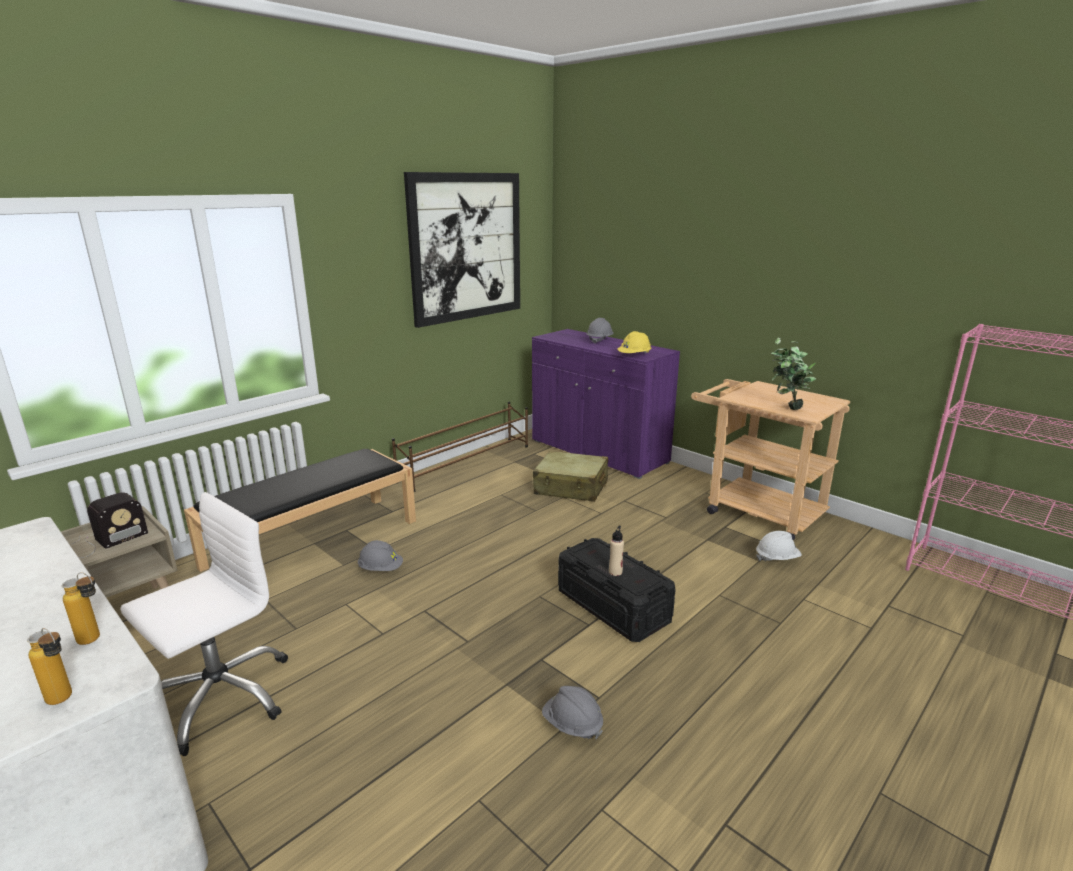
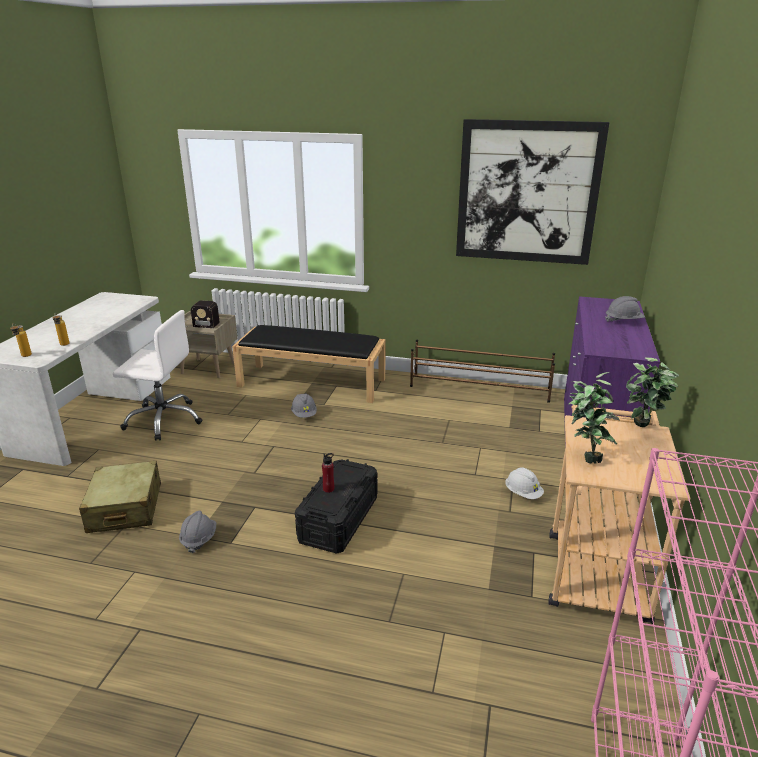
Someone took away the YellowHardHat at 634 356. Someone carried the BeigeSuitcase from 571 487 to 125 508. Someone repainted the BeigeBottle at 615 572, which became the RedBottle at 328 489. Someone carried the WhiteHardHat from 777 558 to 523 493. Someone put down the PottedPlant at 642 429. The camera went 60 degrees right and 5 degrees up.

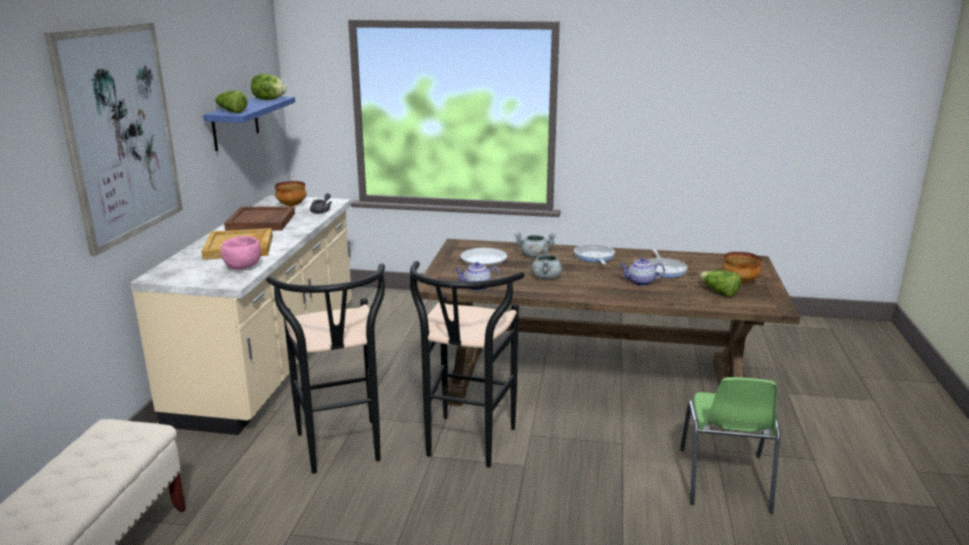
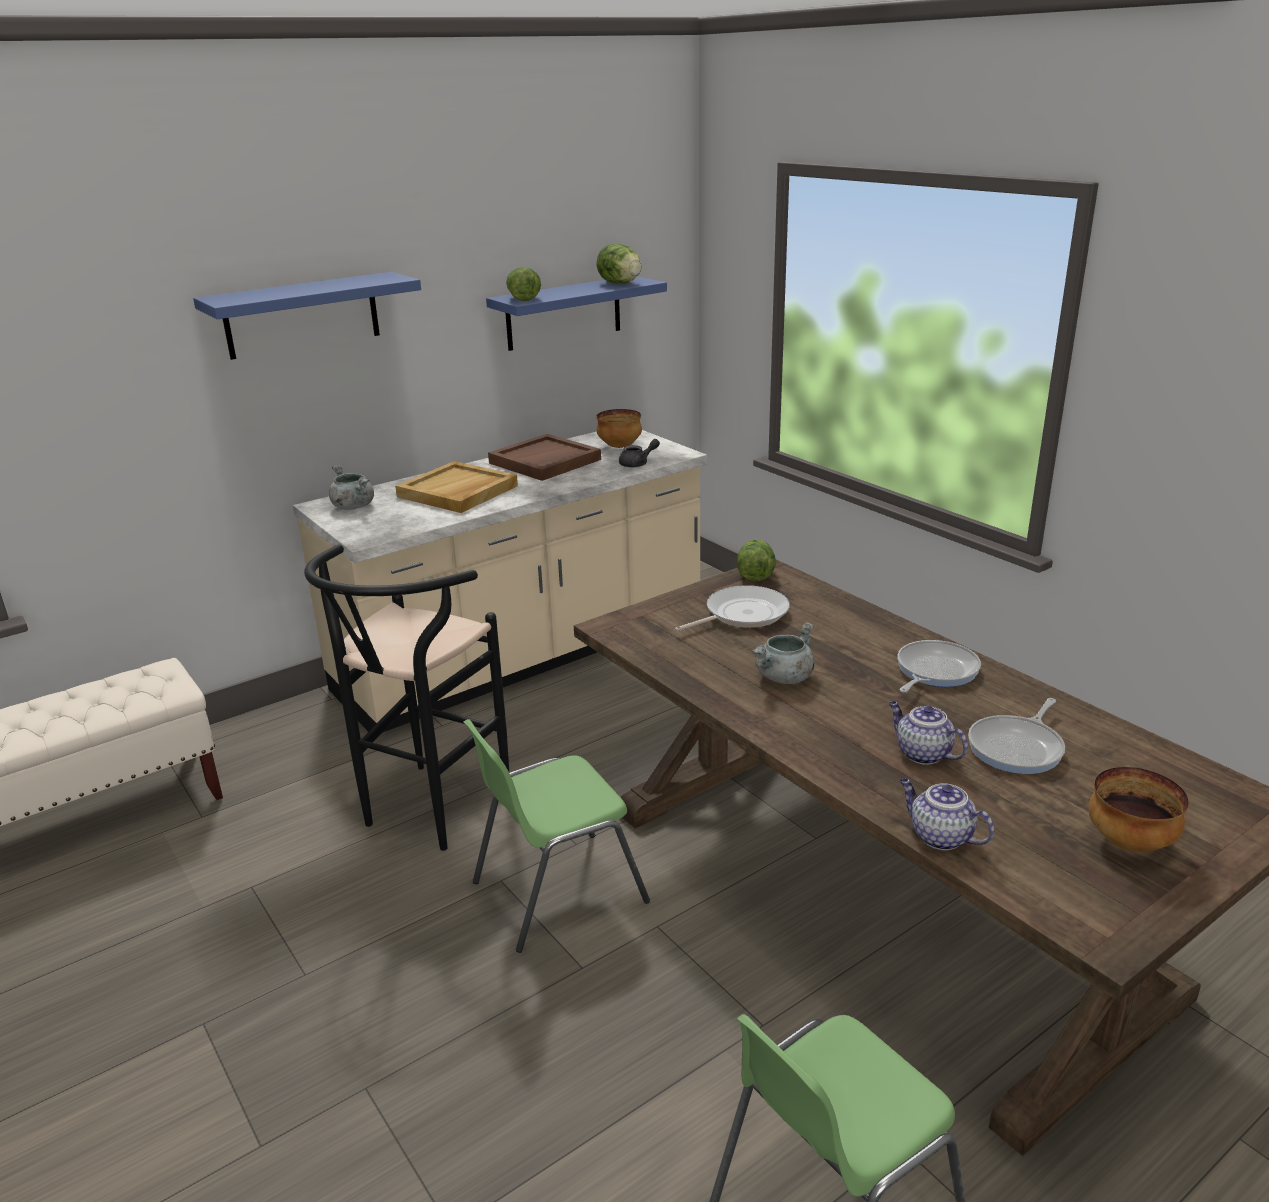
Someone swapped the Picture at 120 133 for the BlueShelf at 302 315. Someone carried the GreyCookingPot from 534 256 to 353 506. Someone took away the PinkBowl at 244 267. Someone swapped the BlackStool at 466 446 for the GreenChair at 556 891. Someone carried the Teapot from 476 287 to 939 836. Someone carried the Lettuce from 719 292 to 754 573. The camera went 45 degrees right and 5 degrees up.

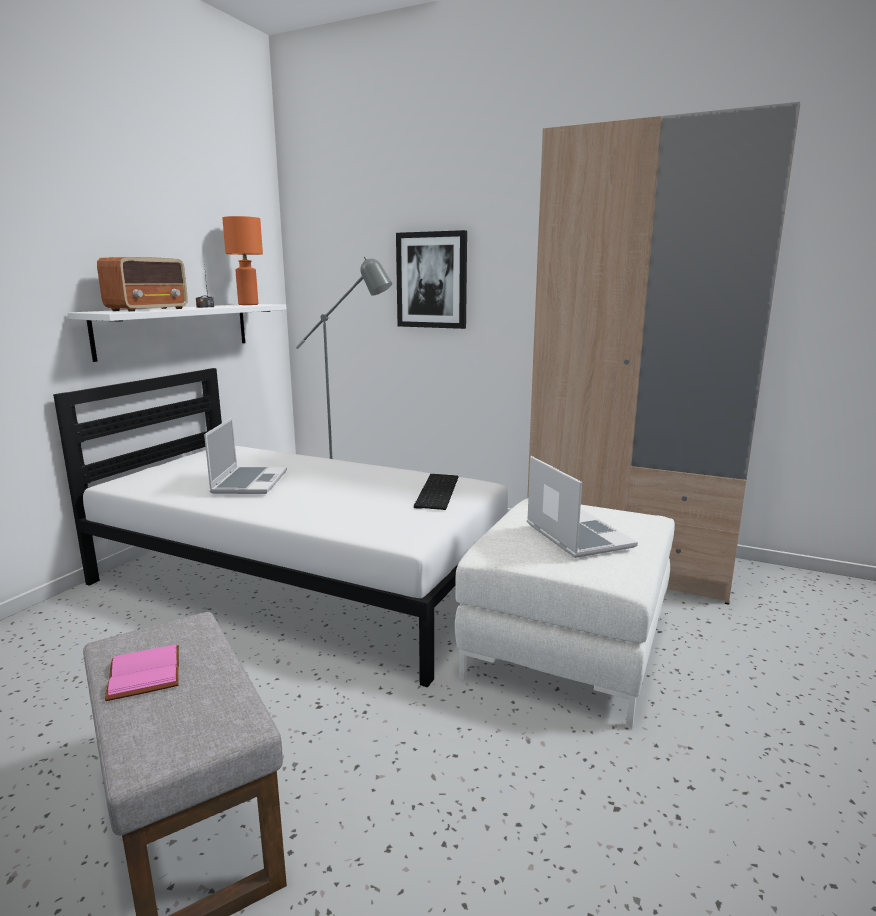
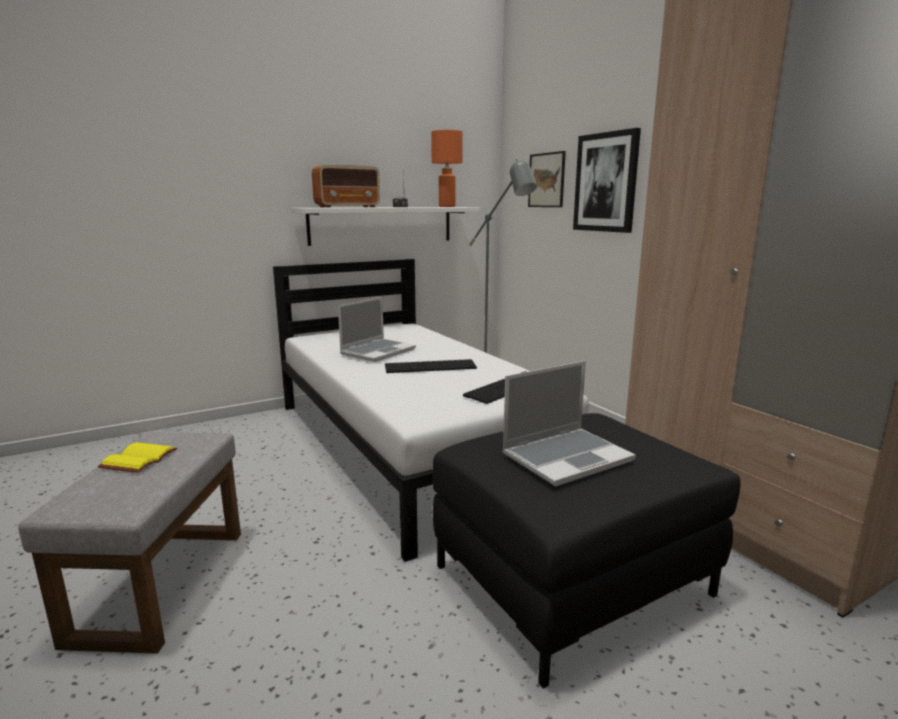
Someone rotated the Laptop at 576 535 by 45 degrees clockwise. Someone repainted the WhiteOttoman at 567 645, which became the BlackOttoman at 572 579. Someone repainted the PinkBook at 142 674, which became the YellowBook at 138 459. Someone put up the Picture at 546 180. Someone put down the Keyboard at 431 366. The camera went 35 degrees right and 0 degrees up.

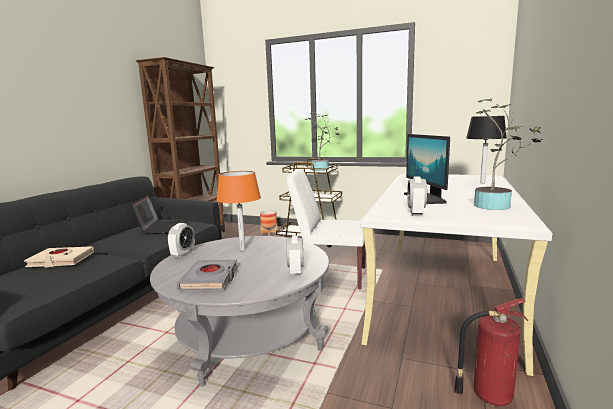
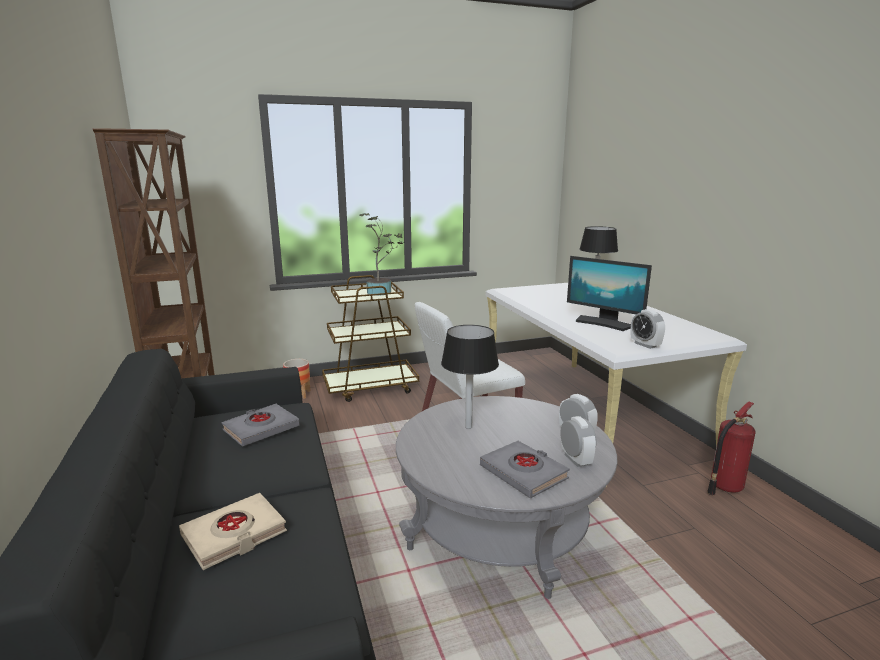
Someone took away the PottedPlant at 496 206. Someone repainted the OrangeTableLamp at 242 249, which became the BlackTableLamp at 468 427. Someone swapped the Laptop at 162 227 for the GreyBook at 261 429. Someone carried the AlarmClock from 183 254 to 575 459. The camera went 40 degrees left and 5 degrees up.

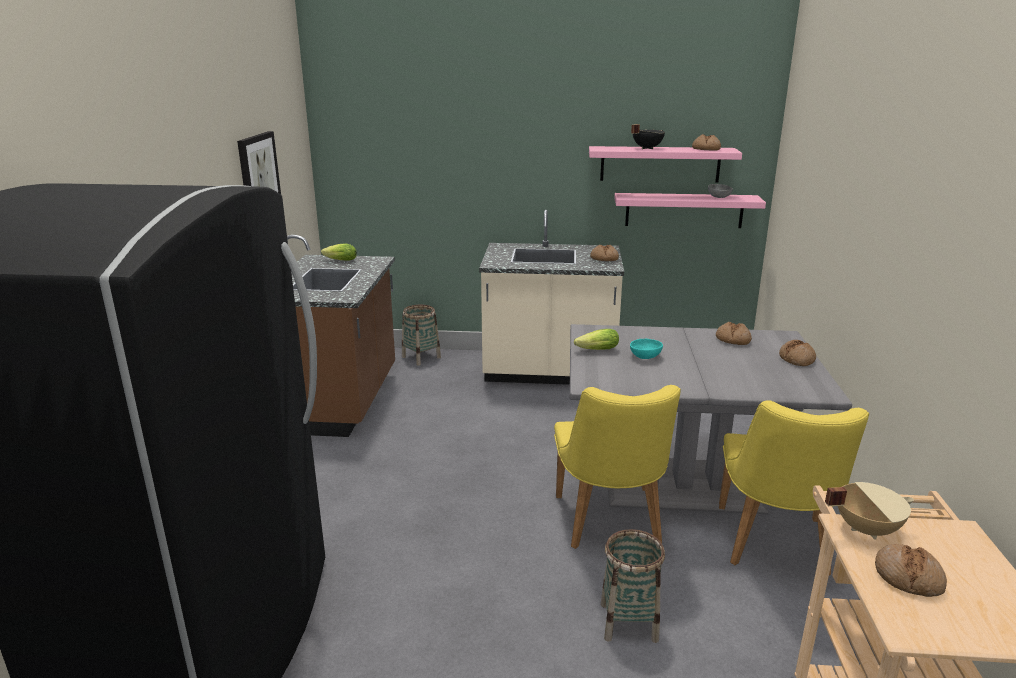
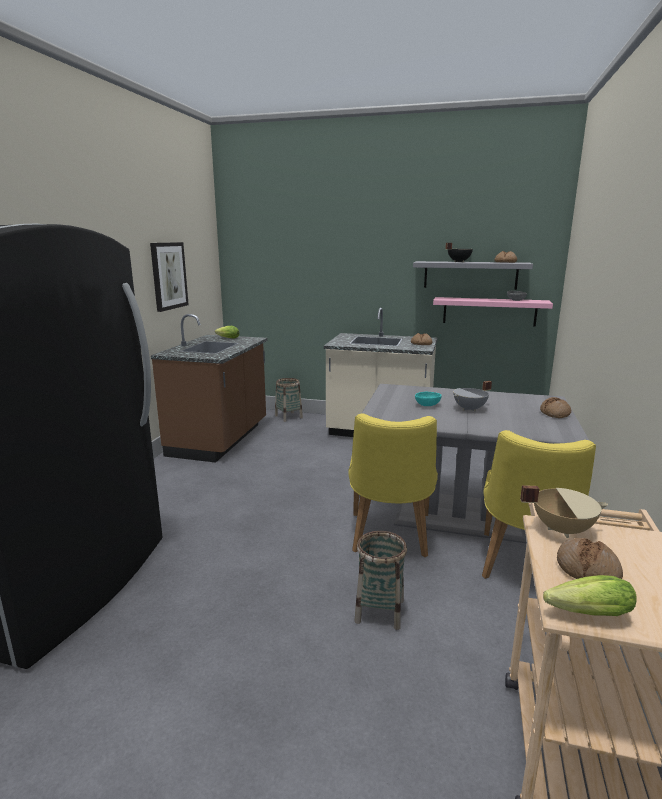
Someone repainted the PinkShelf at 660 164, which became the GreyShelf at 470 275. Someone took away the Bread at 732 340. Someone carried the Lettuce from 595 350 to 584 614. Someone put down the GreyCookingPot at 470 409. The camera went 10 degrees right and 5 degrees down.

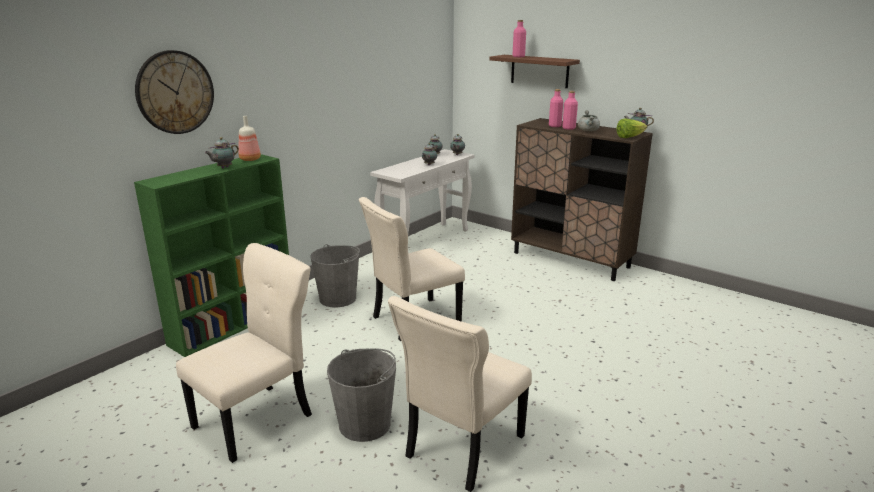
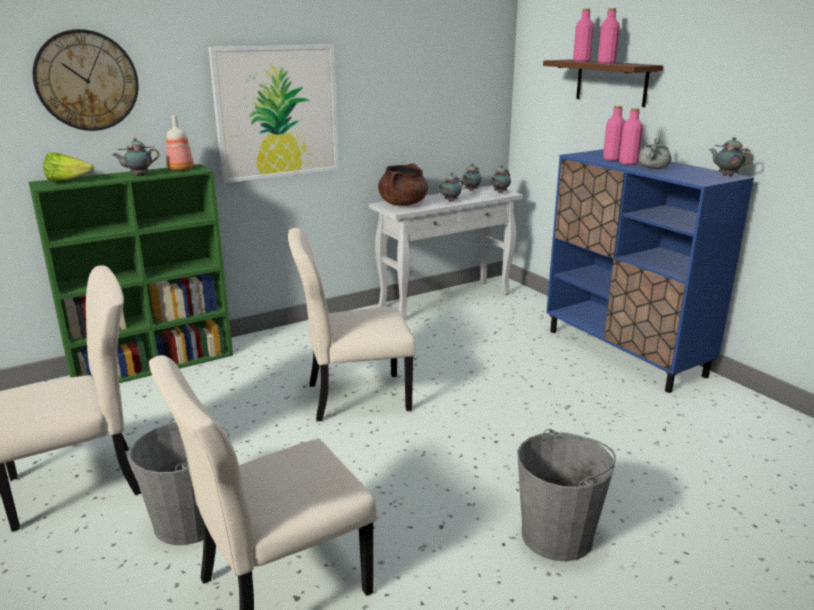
Someone repainted the BrownCabinet at 571 260, which became the BlueCabinet at 624 353. Someone carried the Lettuce from 629 137 to 68 181. Someone carried the GreyBucket from 338 298 to 557 535. Someone put down the PinkBottle at 606 63. Someone put up the Picture at 277 112. Someone put down the BrownCookingPot at 403 204. The camera went 20 degrees right and 0 degrees up.

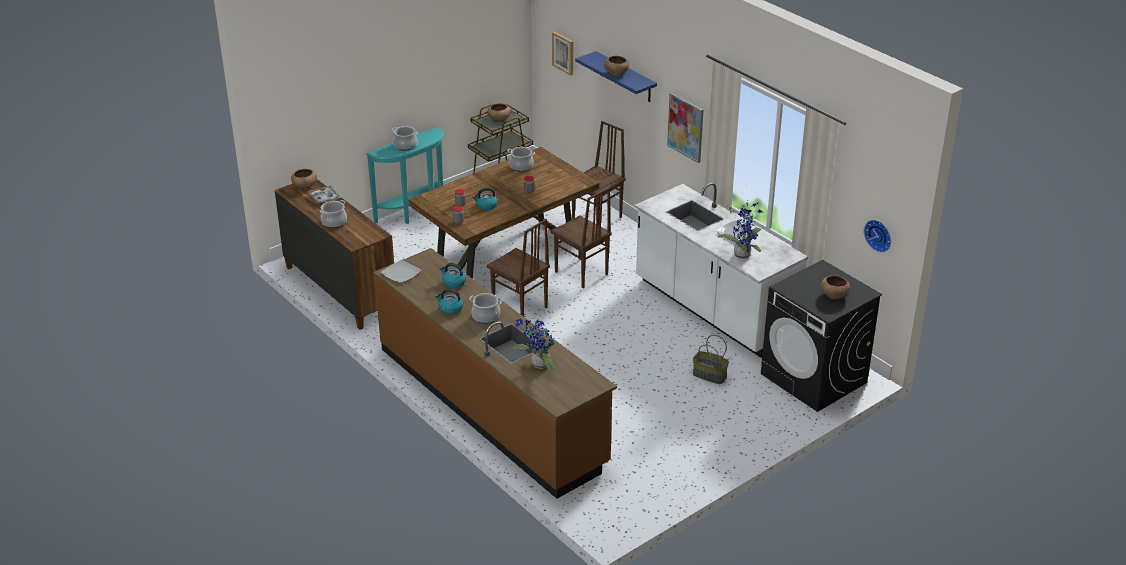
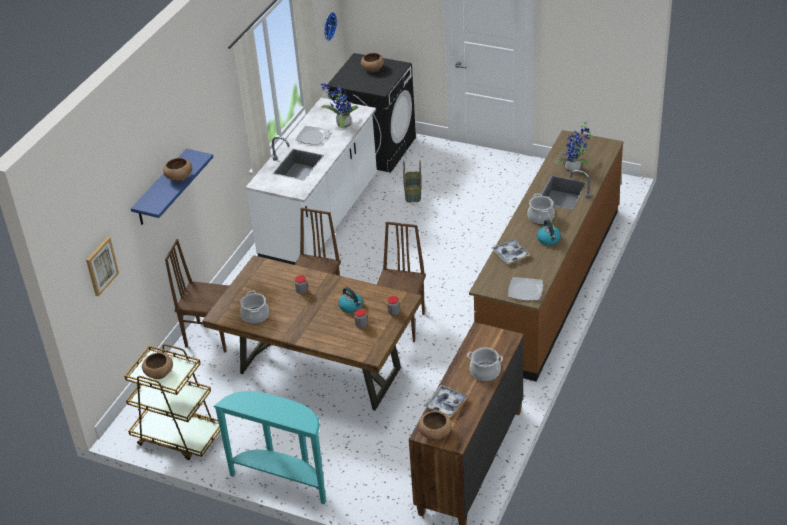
Someone took away the Picture at 685 127. Someone took away the CookingPot at 405 145. Someone swapped the Kettle at 453 282 for the Tray at 510 254. The camera went 115 degrees left and 5 degrees up.

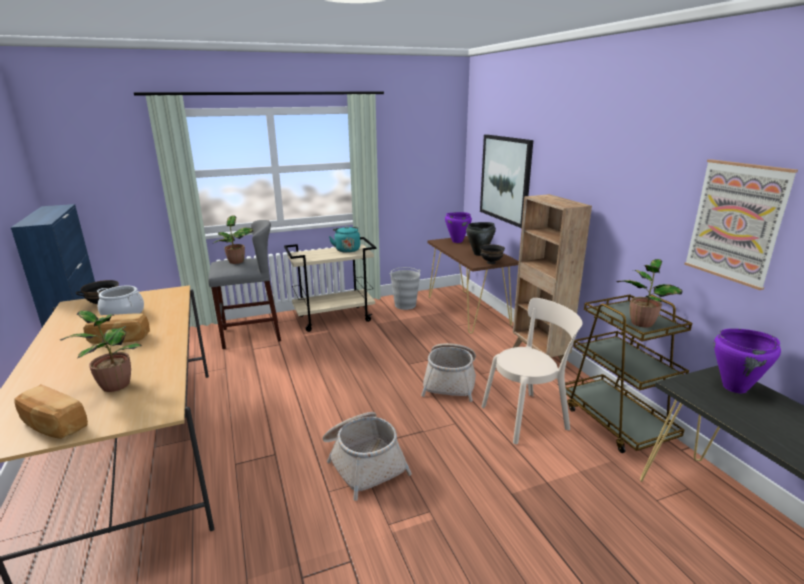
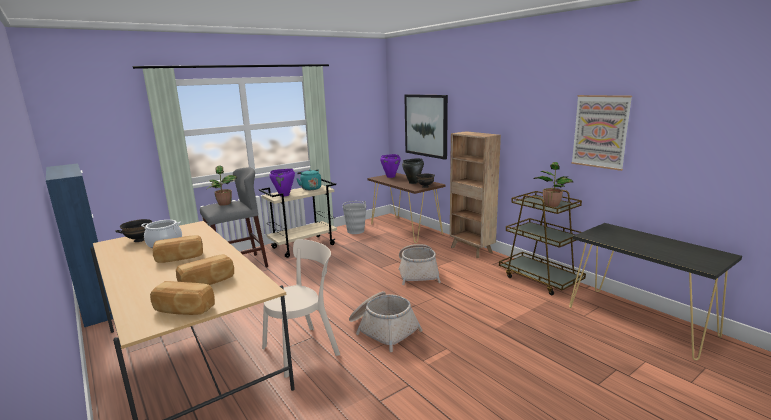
Someone carried the BeigeChair from 527 416 to 304 349. Someone swapped the PottedPlant at 114 385 for the Bread at 208 282. Someone carried the PurpleCookingPot from 735 388 to 284 195. The camera went 15 degrees left and 5 degrees down.

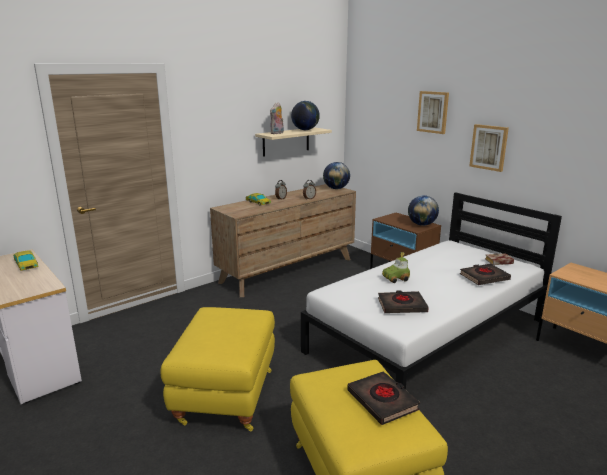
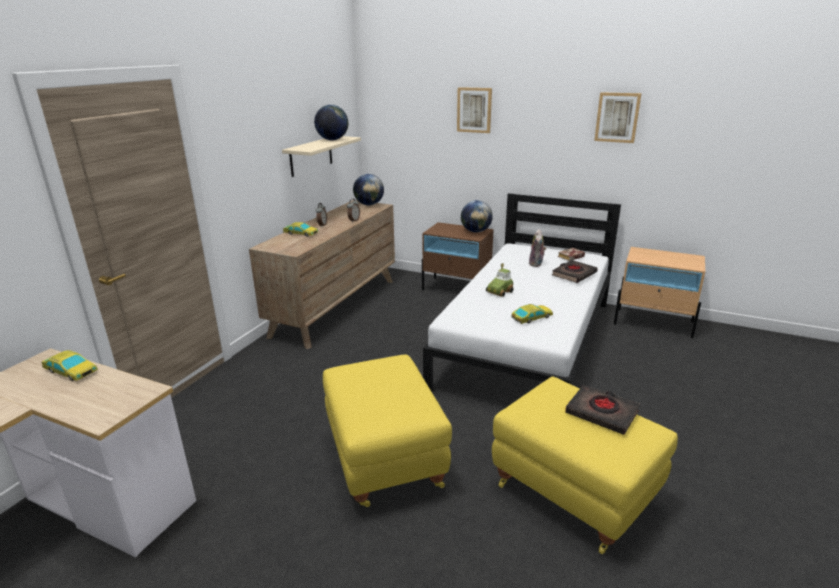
Someone carried the PlushToy from 277 133 to 536 264. Someone carried the Picture from 489 147 to 617 117. Someone swapped the BlackBook at 402 305 for the ToyCar at 531 317. The camera went 25 degrees left and 5 degrees up.

